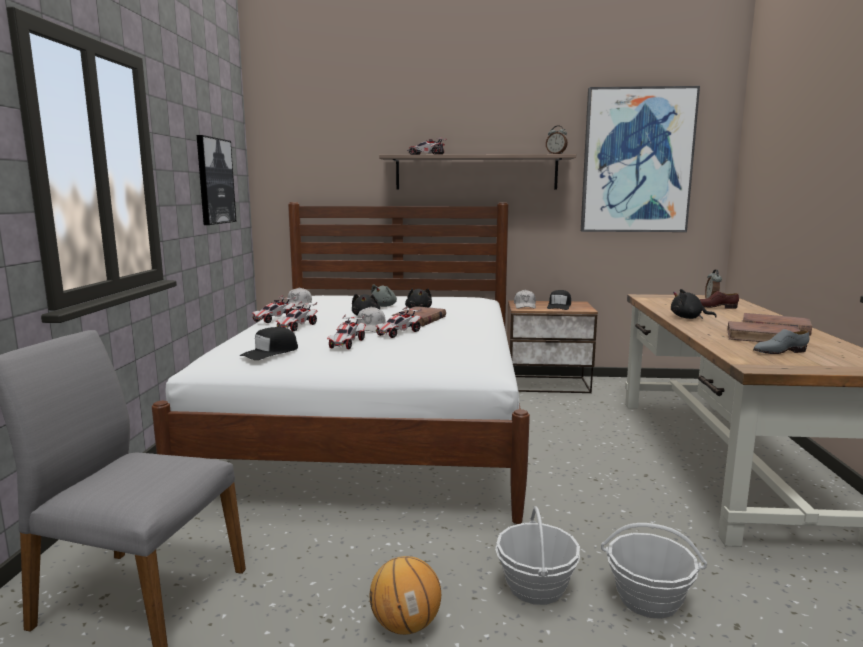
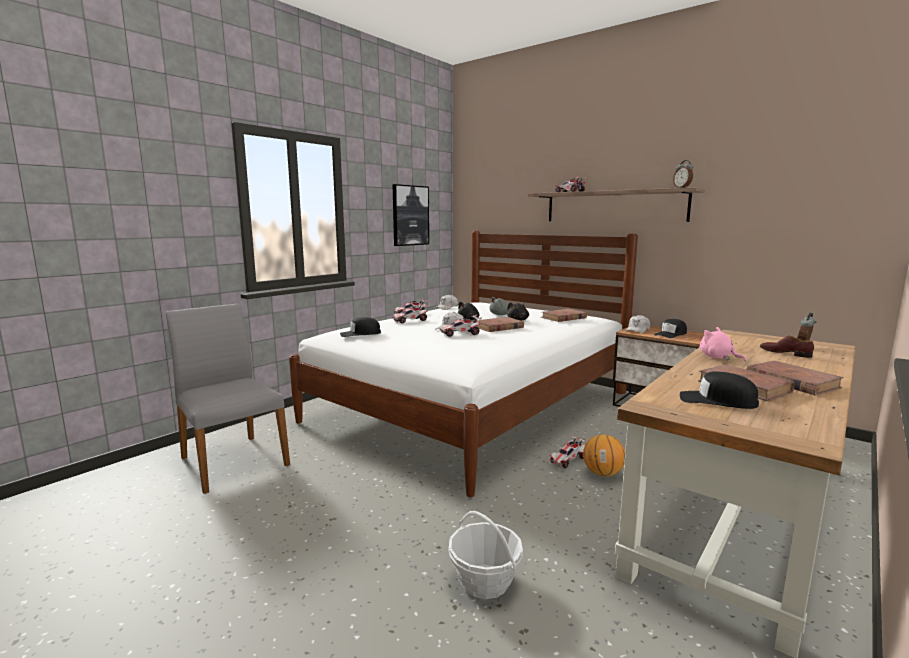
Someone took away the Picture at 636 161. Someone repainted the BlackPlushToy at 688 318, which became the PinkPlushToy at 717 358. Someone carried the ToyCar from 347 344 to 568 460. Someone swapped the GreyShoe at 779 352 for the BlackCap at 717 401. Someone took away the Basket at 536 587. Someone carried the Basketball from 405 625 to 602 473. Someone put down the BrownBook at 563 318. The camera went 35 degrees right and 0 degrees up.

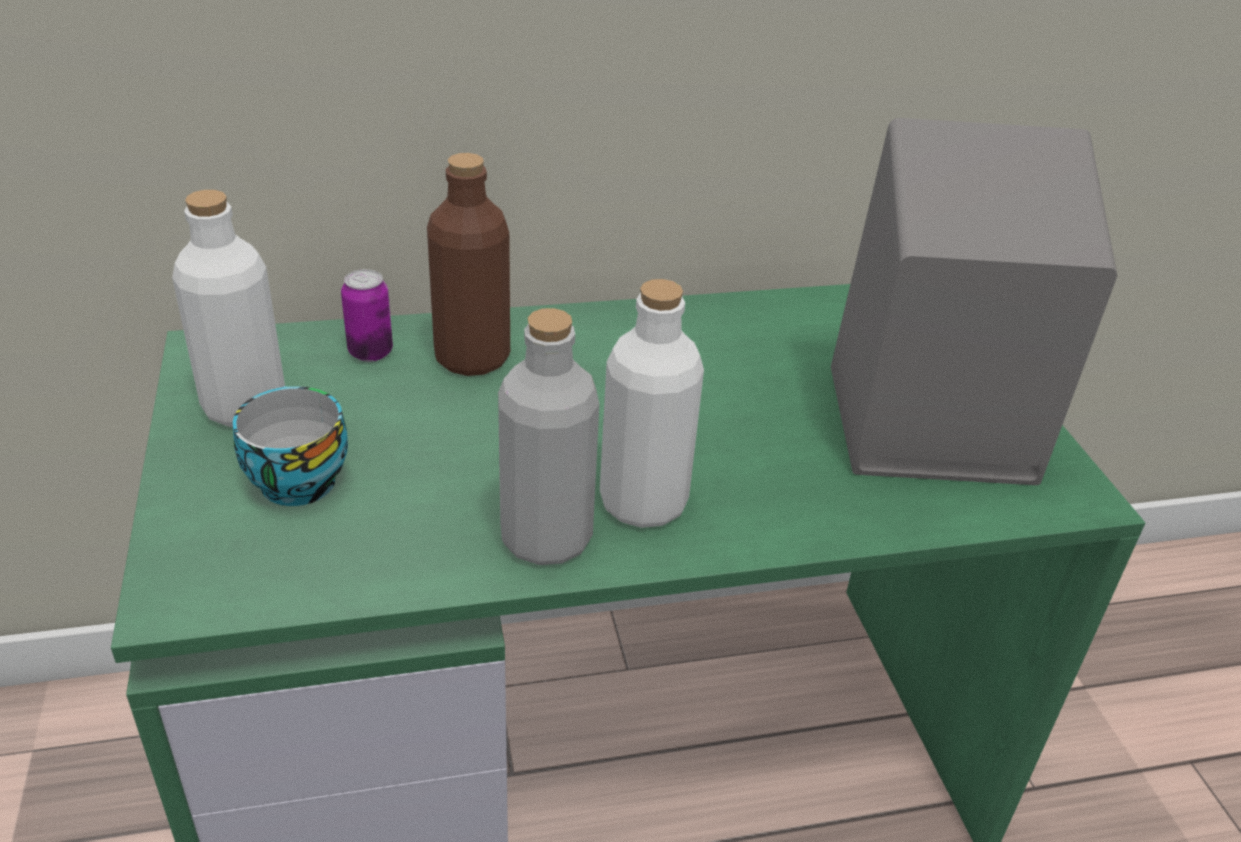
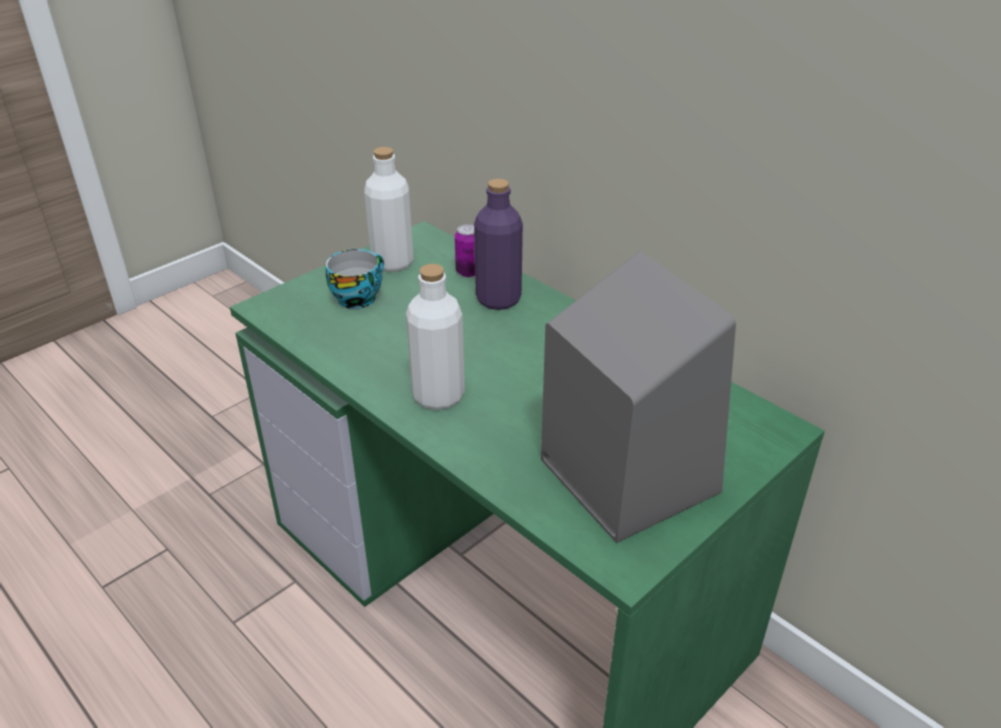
Someone repainted the BrownBottle at 472 358, which became the PurpleBottle at 498 299. Someone took away the GreyBottle at 546 538. The camera went 60 degrees right and 0 degrees up.

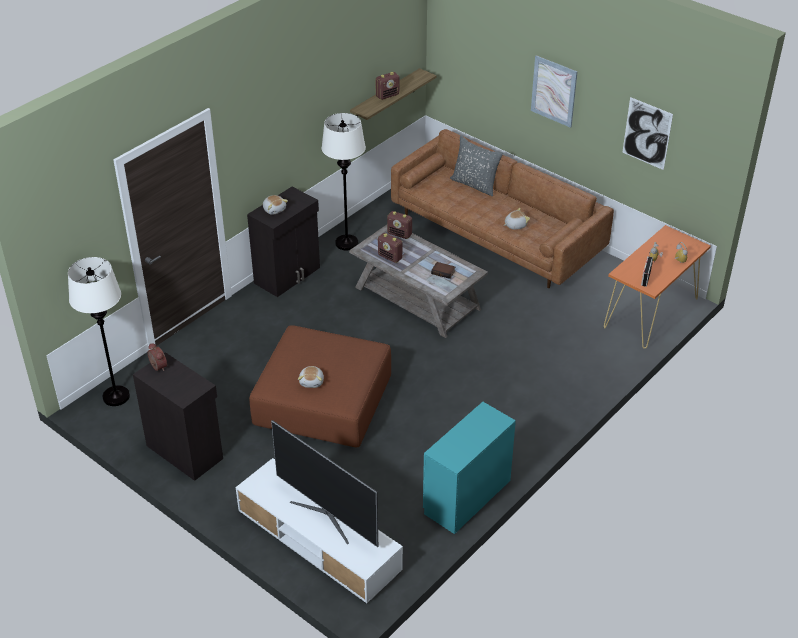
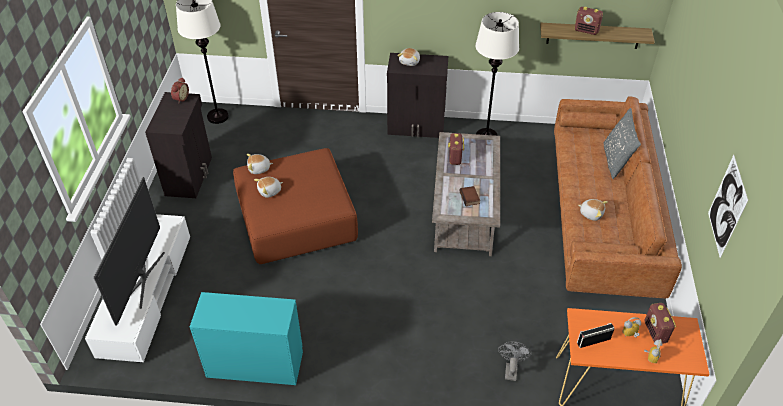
Someone took away the Picture at 554 91. Someone carried the Radio from 400 234 to 655 332. Someone put down the PlushToy at 259 169. Someone put down the GreyFan at 511 369. The camera went 55 degrees right and 5 degrees up.

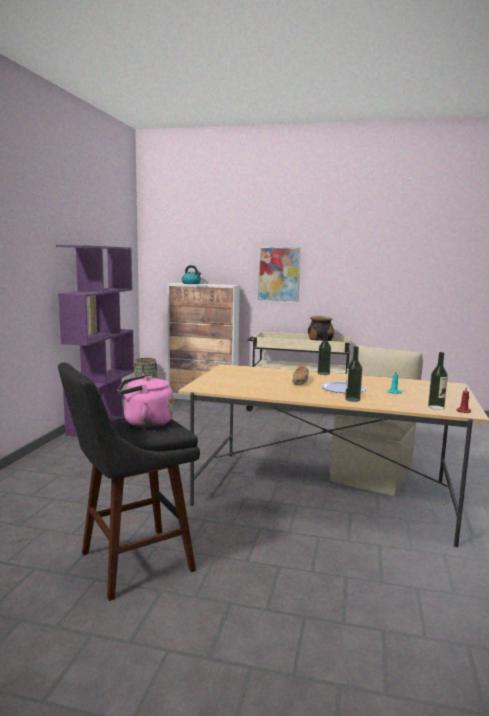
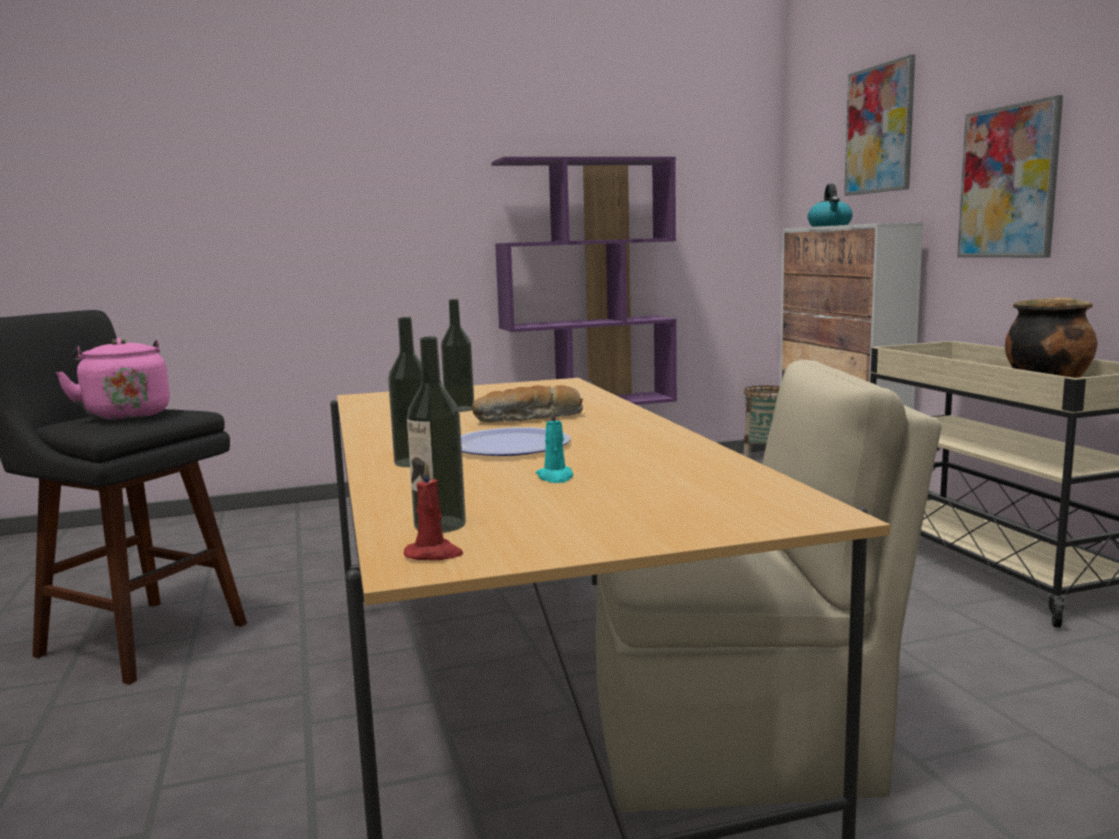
Someone carried the Bottle from 323 373 to 459 409. Someone put up the Picture at 879 129. The camera went 60 degrees right and 0 degrees up.

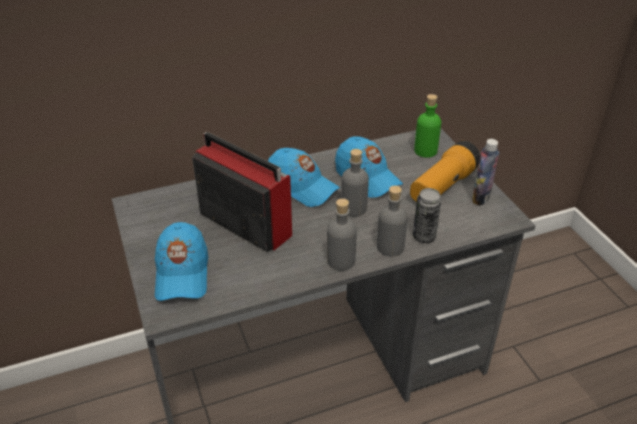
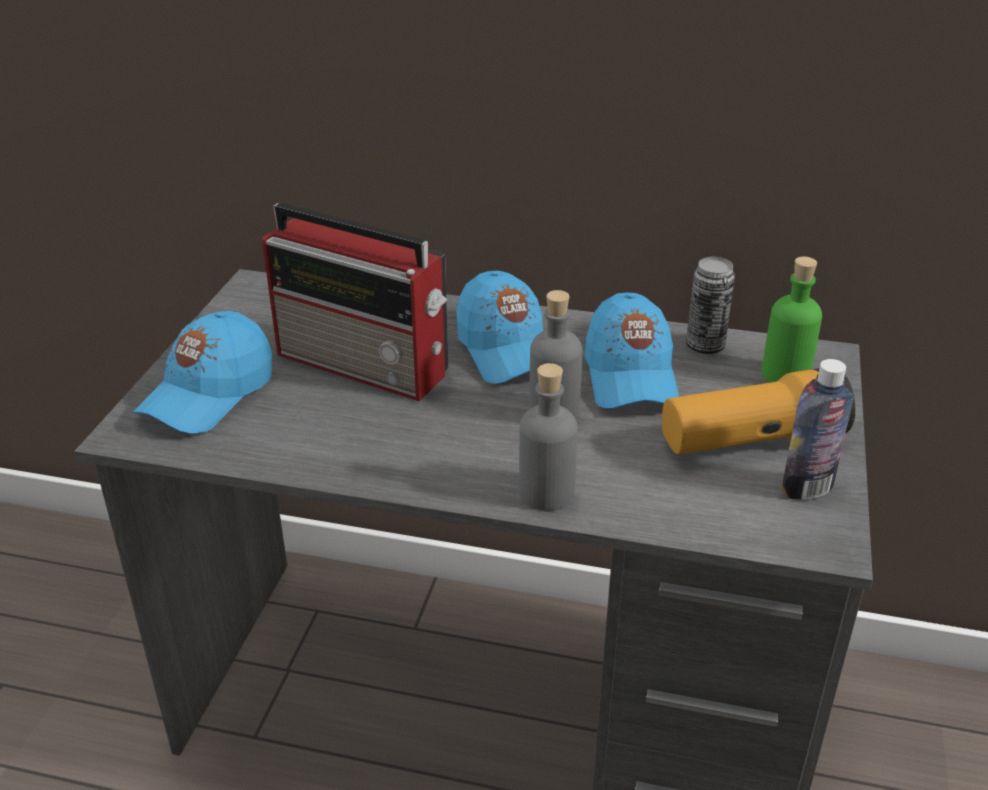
Someone rotated the Radio at 244 223 by 135 degrees clockwise. Someone carried the Can from 424 236 to 705 346. Someone took away the GreyBottle at 341 261. The camera went 35 degrees right and 5 degrees down.

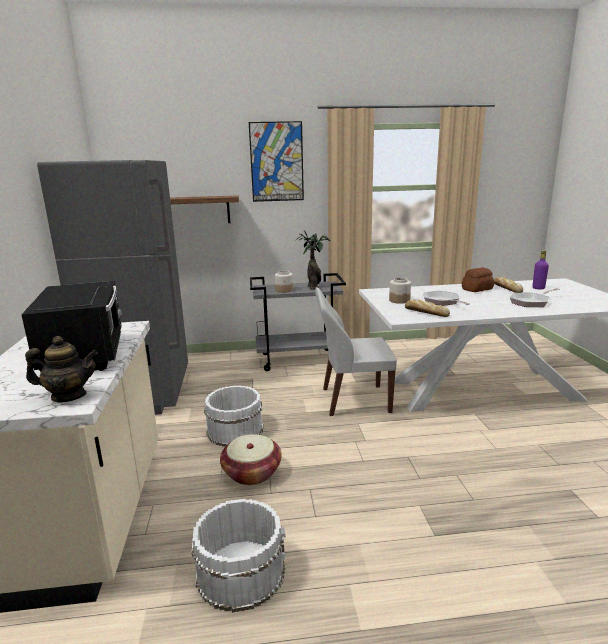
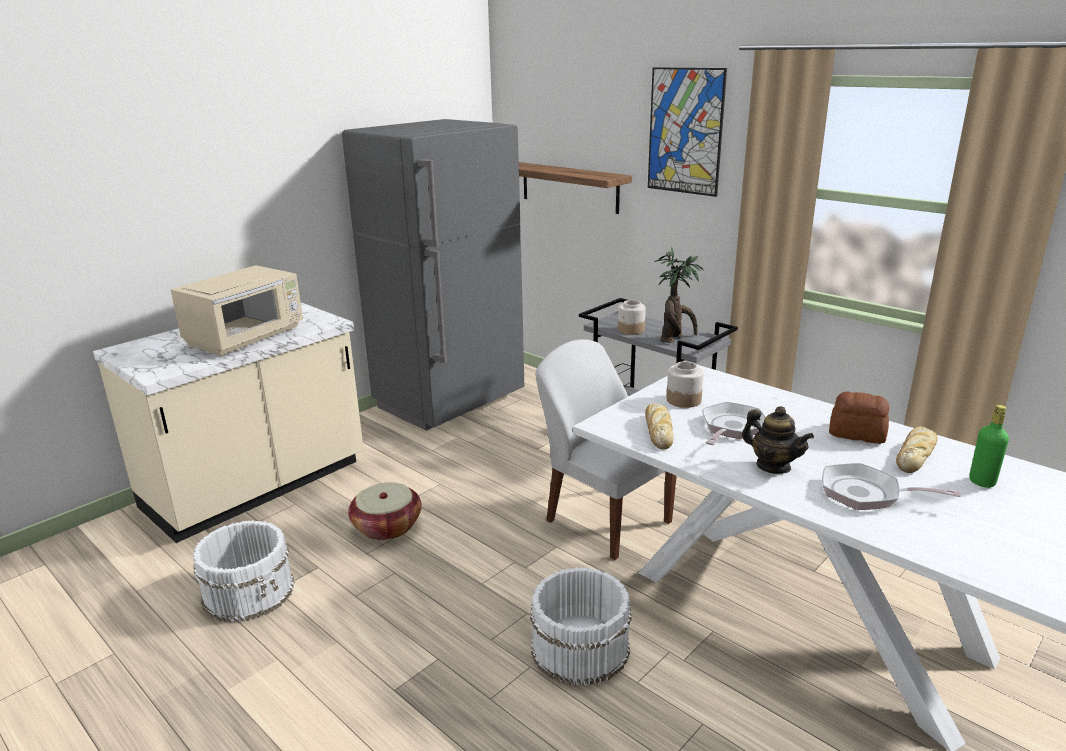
Someone repainted the PurpleBottle at 538 288, which became the GreenBottle at 982 482. Someone repainted the BlackMicrowave at 86 355, which became the BeigeMicrowave at 247 338. Someone carried the Teapot from 69 396 to 773 466. Someone carried the WhiteBucket from 234 430 to 579 647. The camera went 50 degrees right and 5 degrees up.

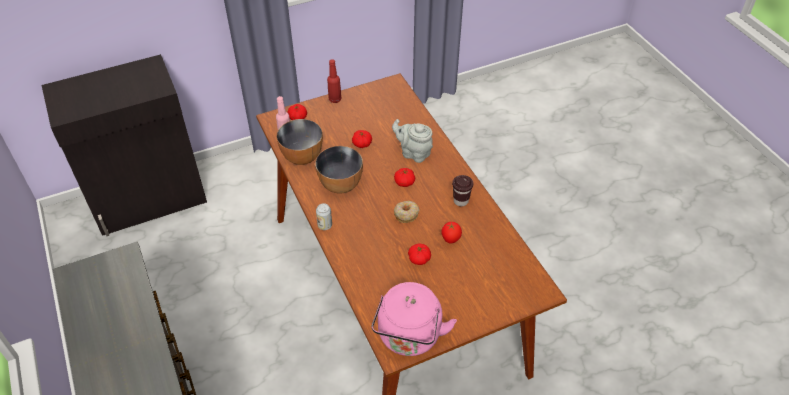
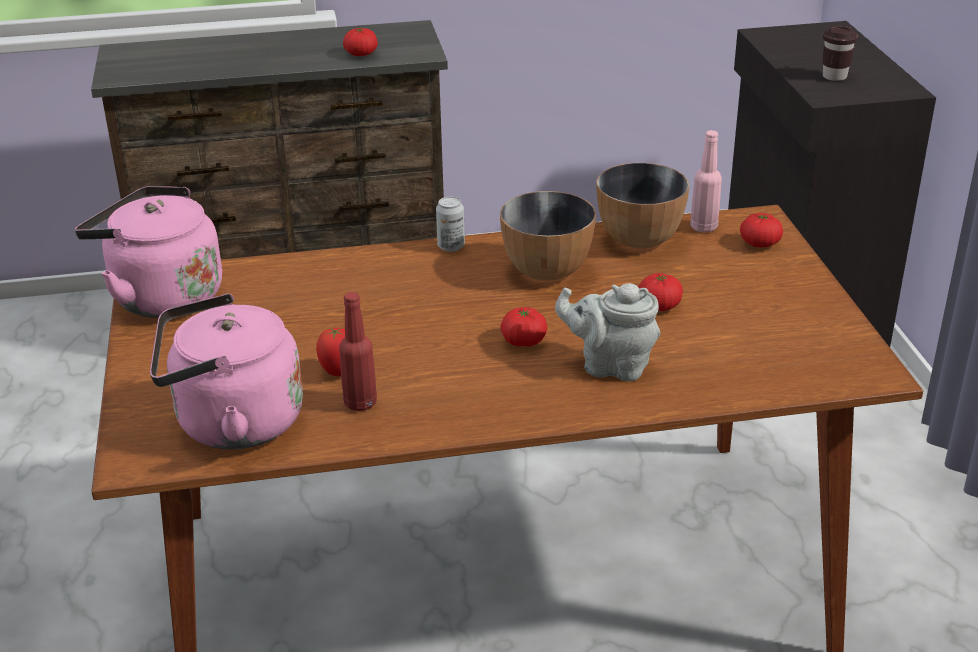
Someone carried the RedBottle from 335 99 to 360 403. Someone rotated the GreyTeapot at 413 153 by 120 degrees counterclockwise. Someone carried the BrownCup from 461 201 to 834 76. Someone took away the Donut at 406 214. Someone carried the Tomato from 419 259 to 361 54. Someone put down the PinkKettle at 231 423. The camera went 105 degrees right and 15 degrees down.

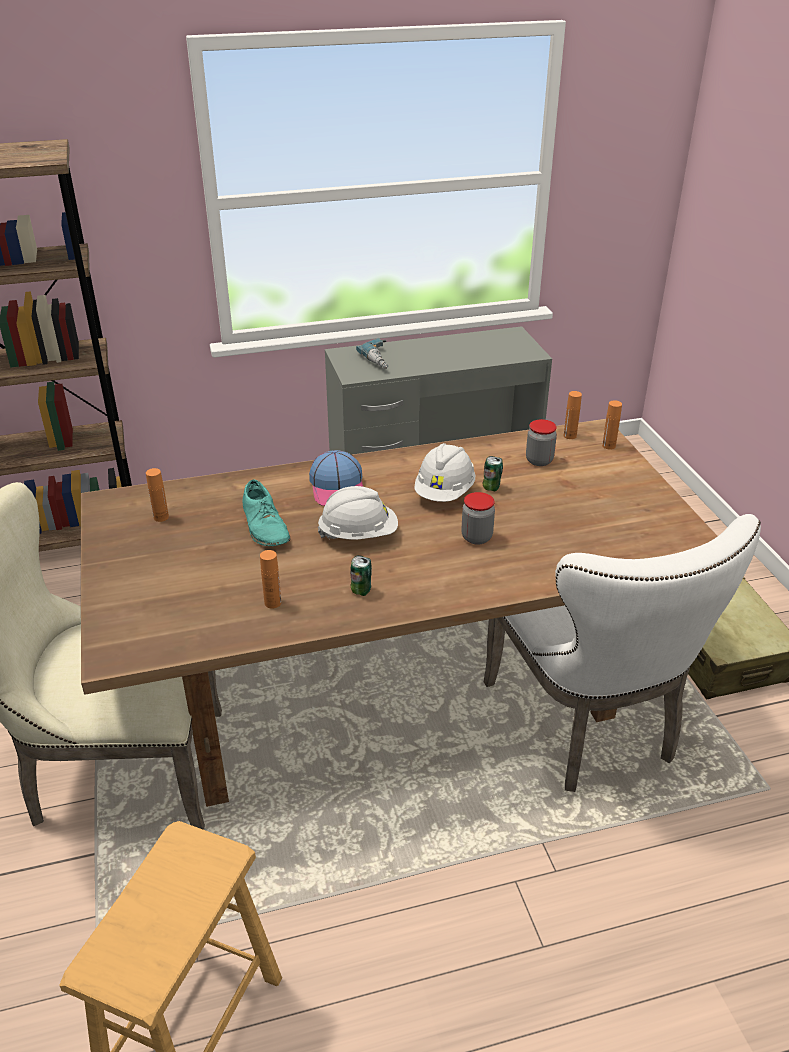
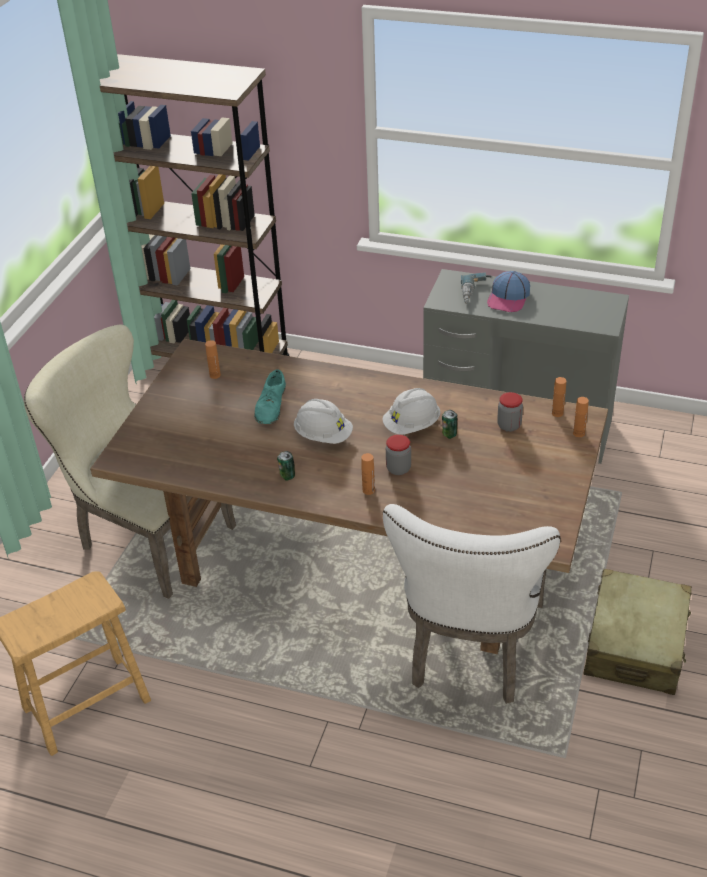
Someone carried the Cap from 338 488 to 508 298. Someone carried the OrangeBottle from 273 603 to 368 490. The camera went 35 degrees right and 5 degrees up.

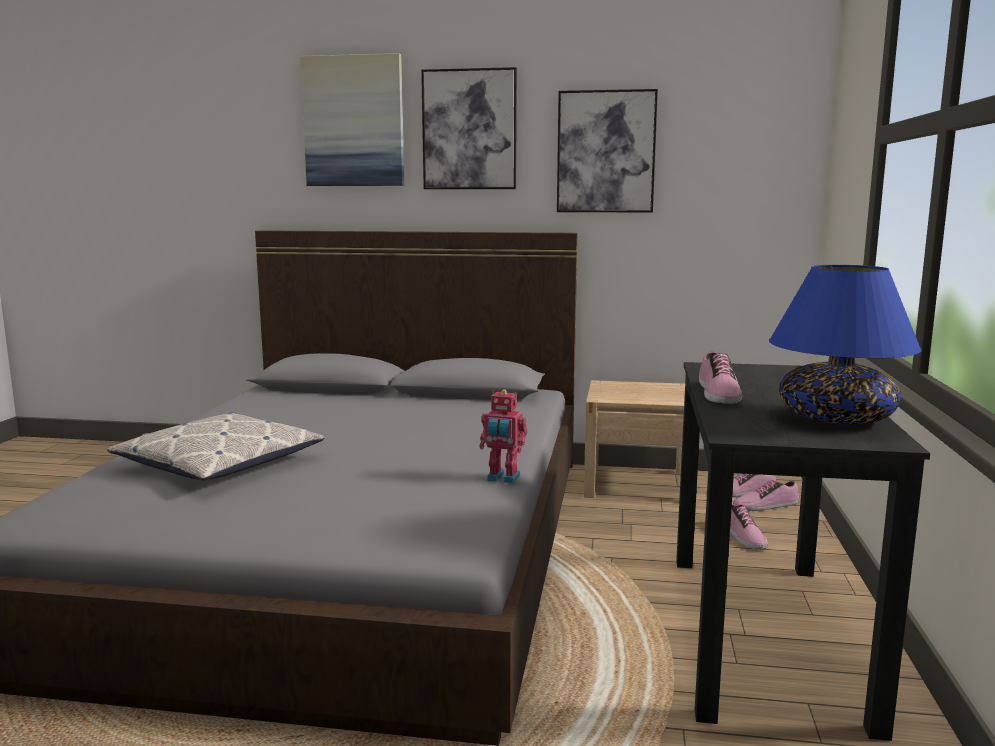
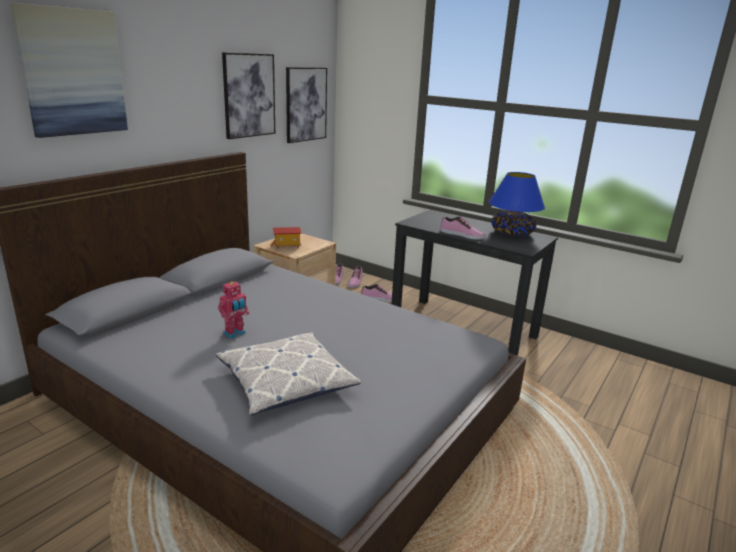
Someone carried the Picture from 469 130 to 306 104. Someone carried the ToyRobot from 503 478 to 235 334. Someone put down the ToyHouse at 287 246. The camera went 65 degrees left and 10 degrees up.

